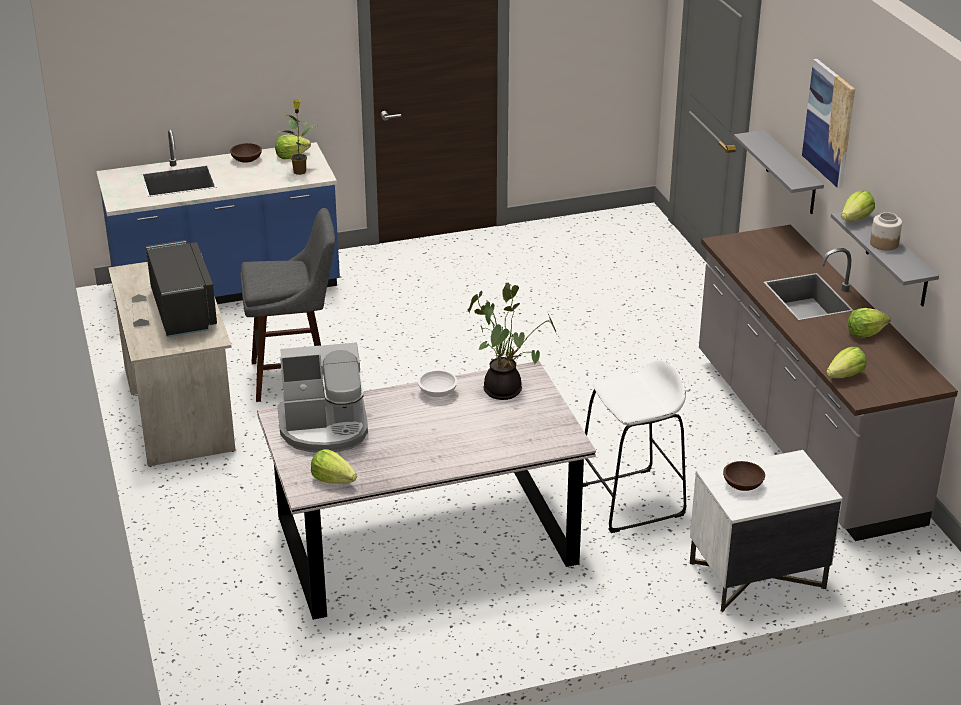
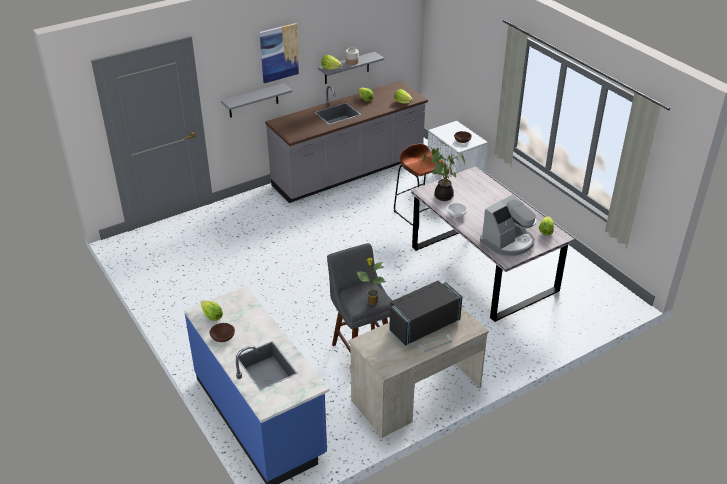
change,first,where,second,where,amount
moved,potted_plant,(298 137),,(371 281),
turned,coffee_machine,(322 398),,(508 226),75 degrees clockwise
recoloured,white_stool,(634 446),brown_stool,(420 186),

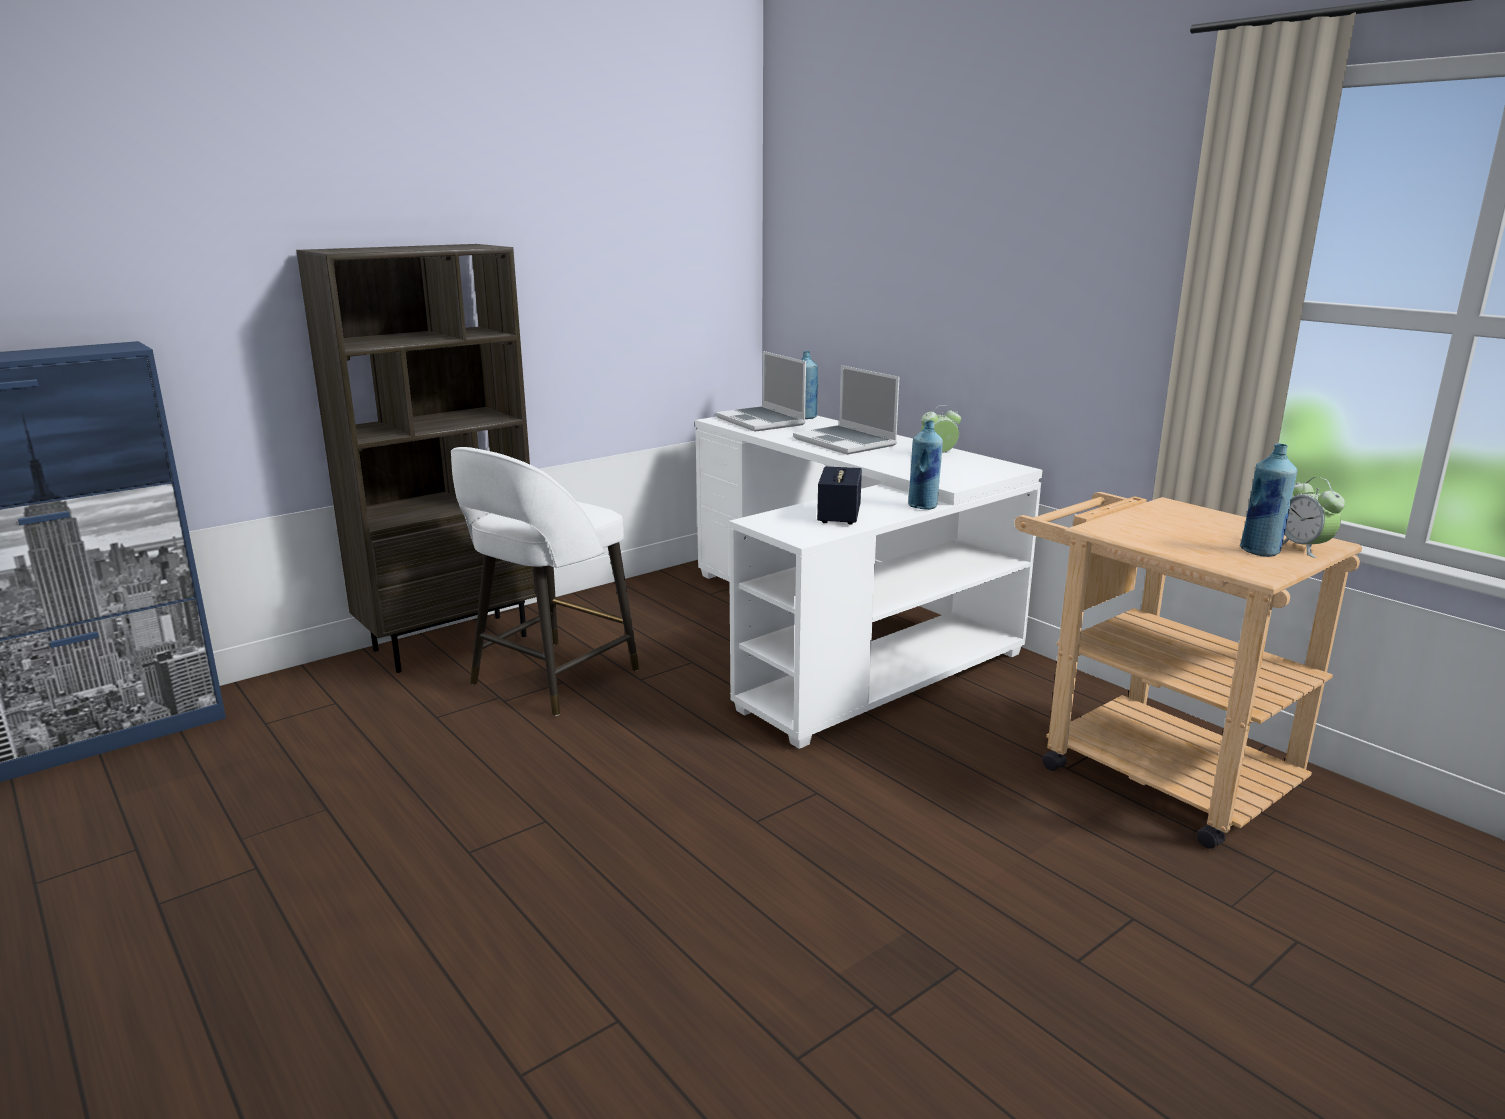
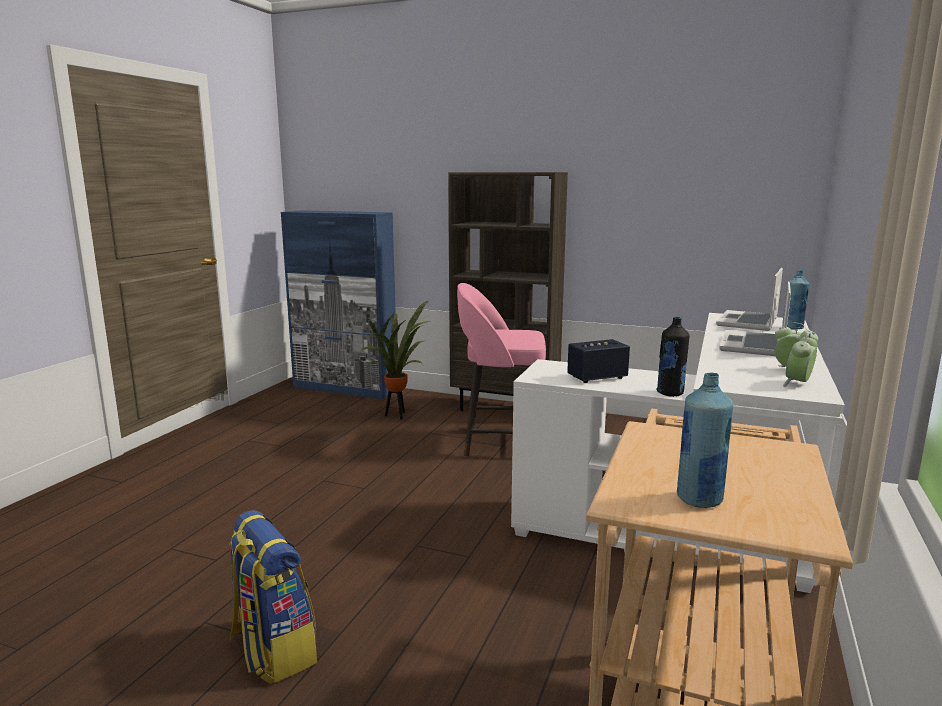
change,first,where,second,where,amount
recoloured,blue_bottle,(925 465),black_bottle,(673 357),
recoloured,white_stool,(545 581),pink_stool,(501 370),
moved,alarm_clock,(1313 517),,(800 360),
added,,,potted_plant,(394 360),
added,,,backpack,(273 597),

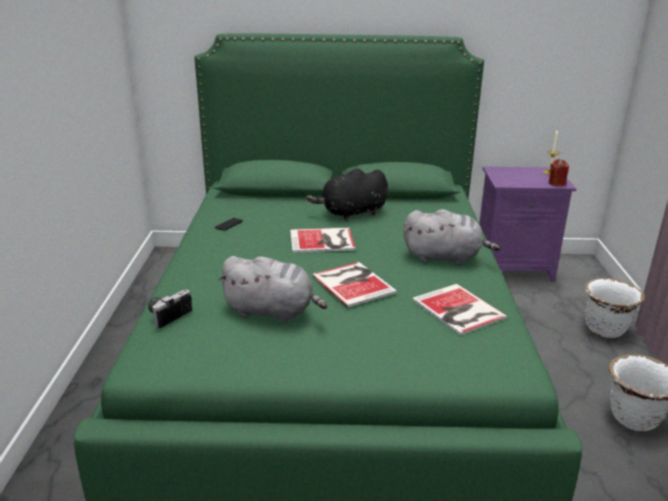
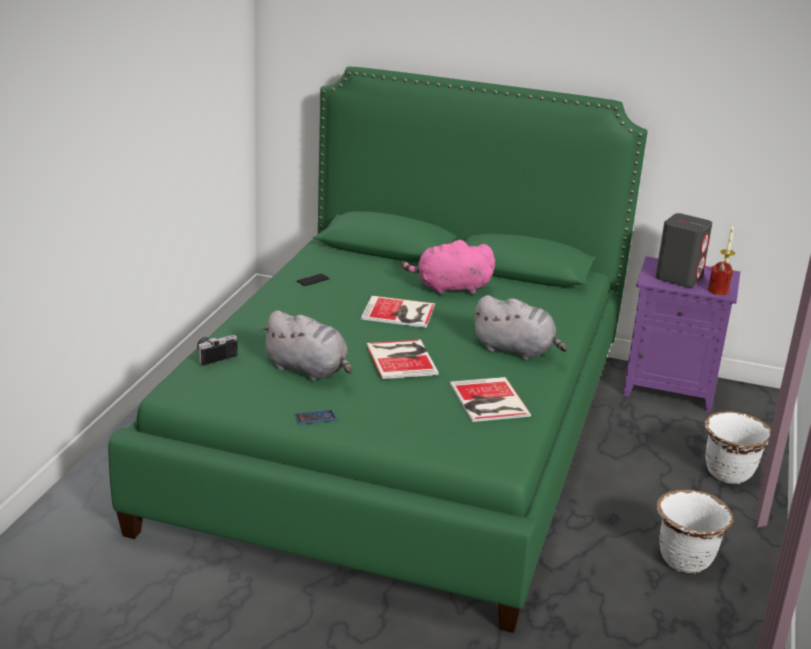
change,first,where,second,where,amount
recoloured,black_plush_toy,(347 194),pink_plush_toy,(448 267),
added,,,grey_speaker,(684 250),
added,,,phone,(316 417),

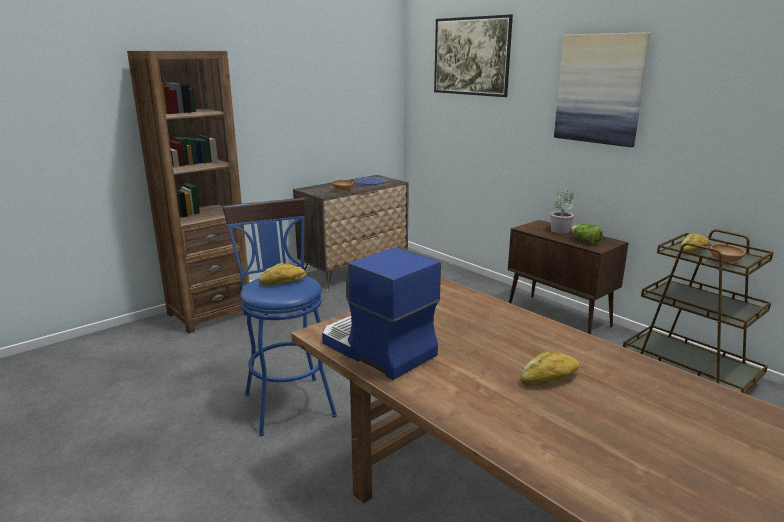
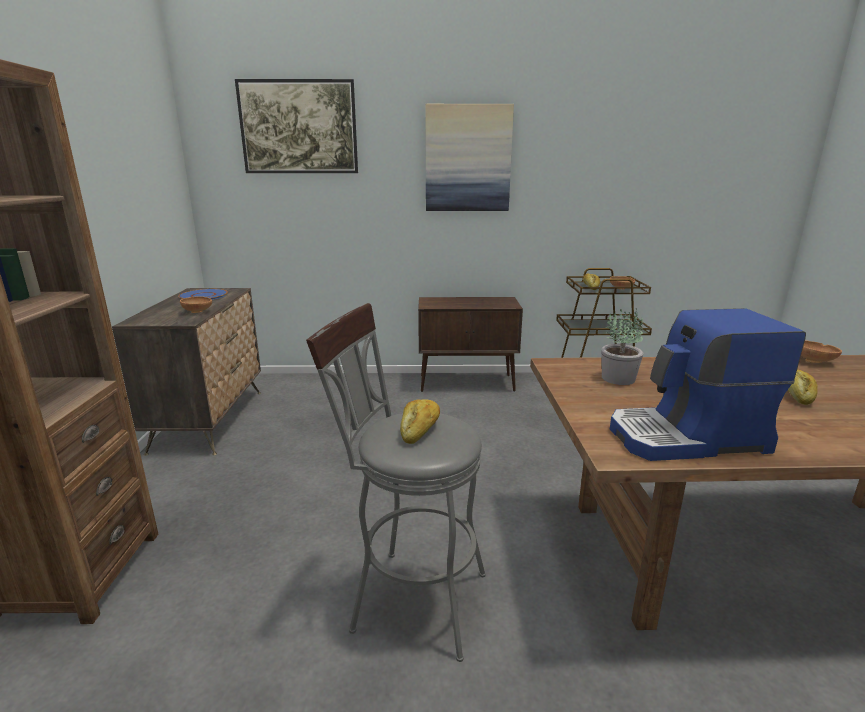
change,first,where,second,where,amount
moved,potted_plant,(562 212),,(622 346),
recoloured,blue_stool,(279 317),grey_stool,(396 482),
removed,lettuce,(587 234),,,
added,,,brown_bowl,(821 352),

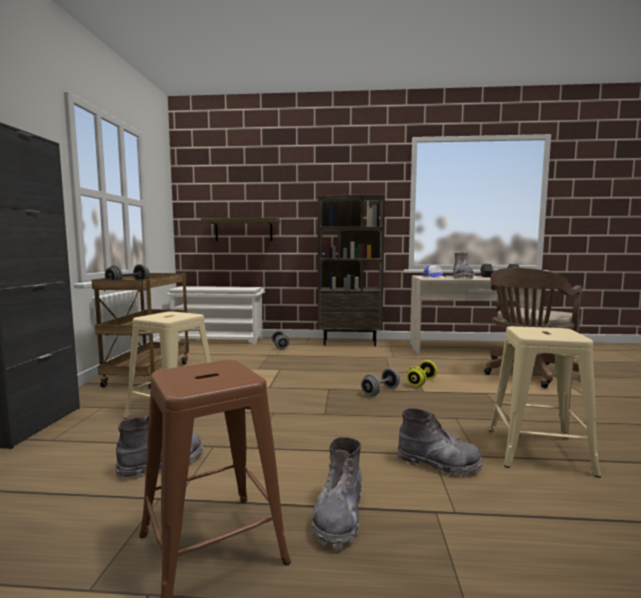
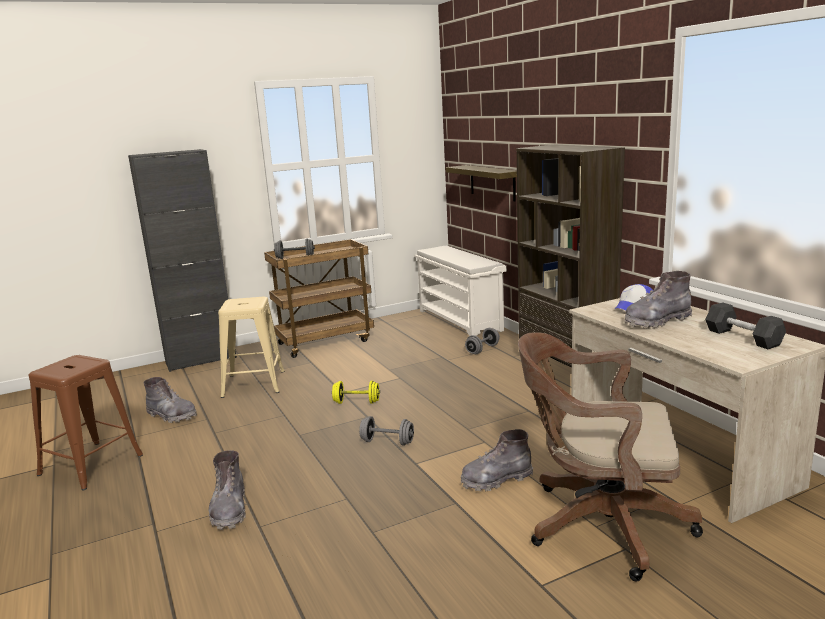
change,first,where,second,where,amount
removed,beige_stool,(544 402),,,
moved,yellow_dumbbell,(421 373),,(356 392),
moved,grey_boot,(336 493),,(497 460),

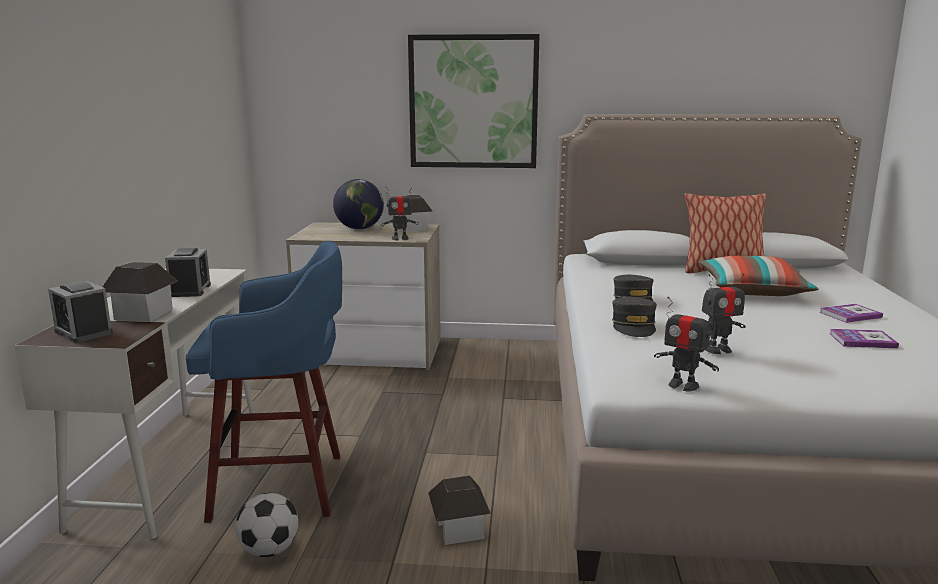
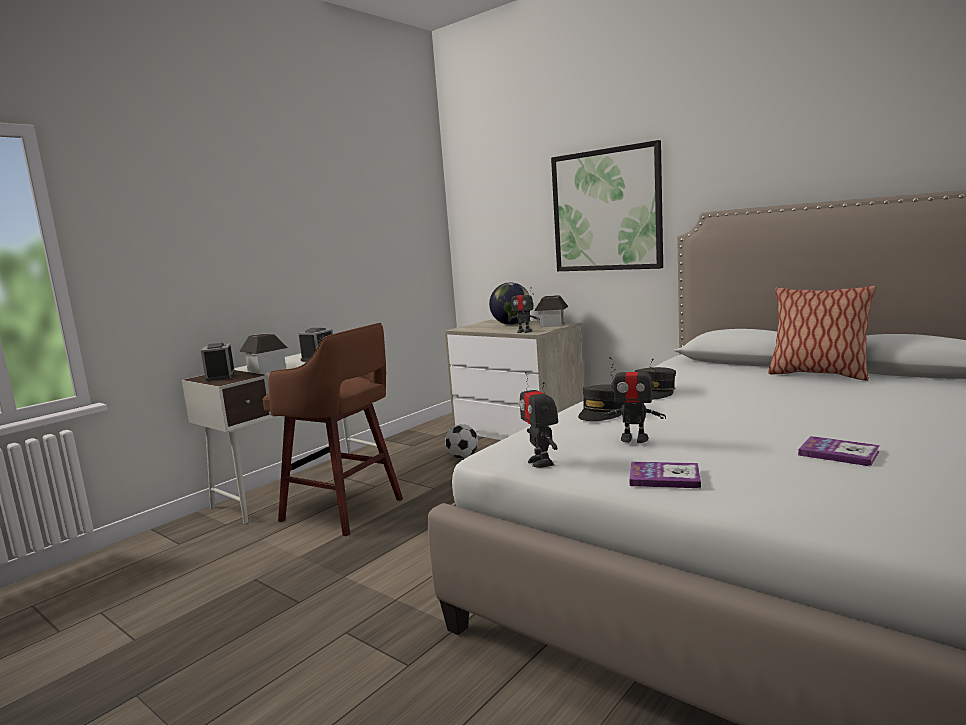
change,first,where,second,where,amount
recoloured,blue_stool,(264 382),brown_stool,(332 429),
removed,pillow,(759 276),,,
moved,book,(851 313),,(665 475),
removed,toy_house,(459 510),,,
moved,football,(267 525),,(461 441),

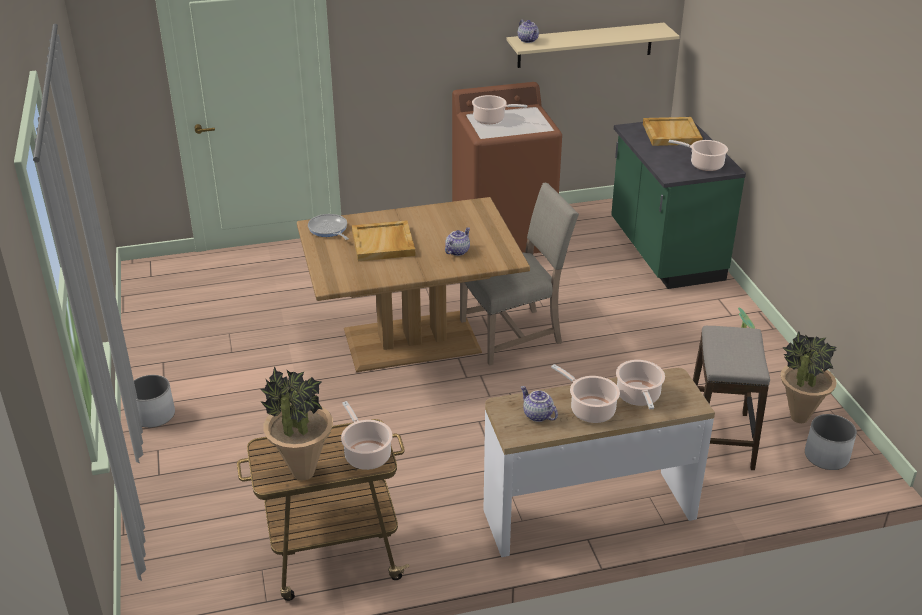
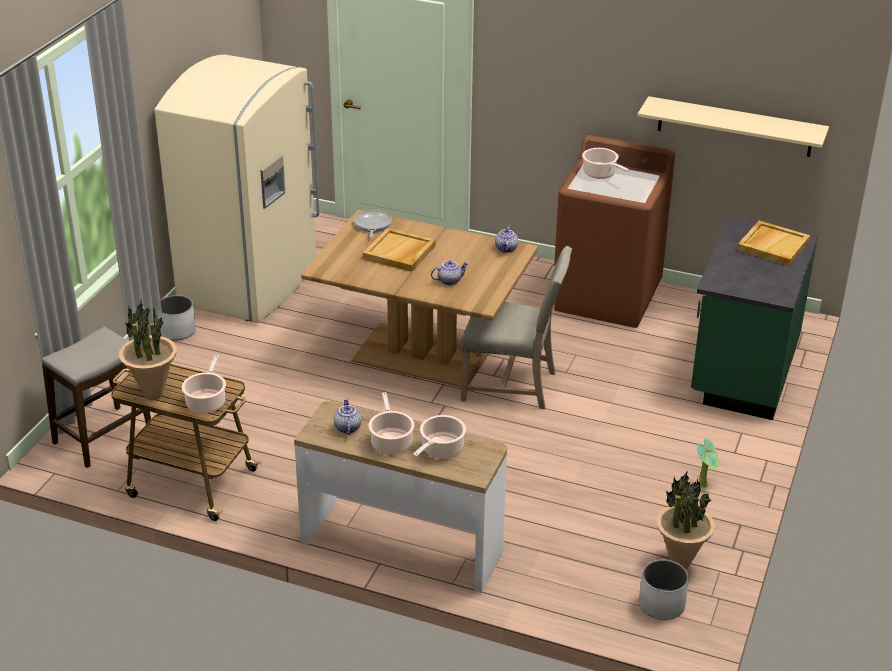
change,first,where,second,where,amount
moved,teapot,(528 31),,(506 239),
removed,cooking_pot,(698 155),,,
moved,stool,(731 398),,(96 397),
added,,,beige_fridge,(237 188),

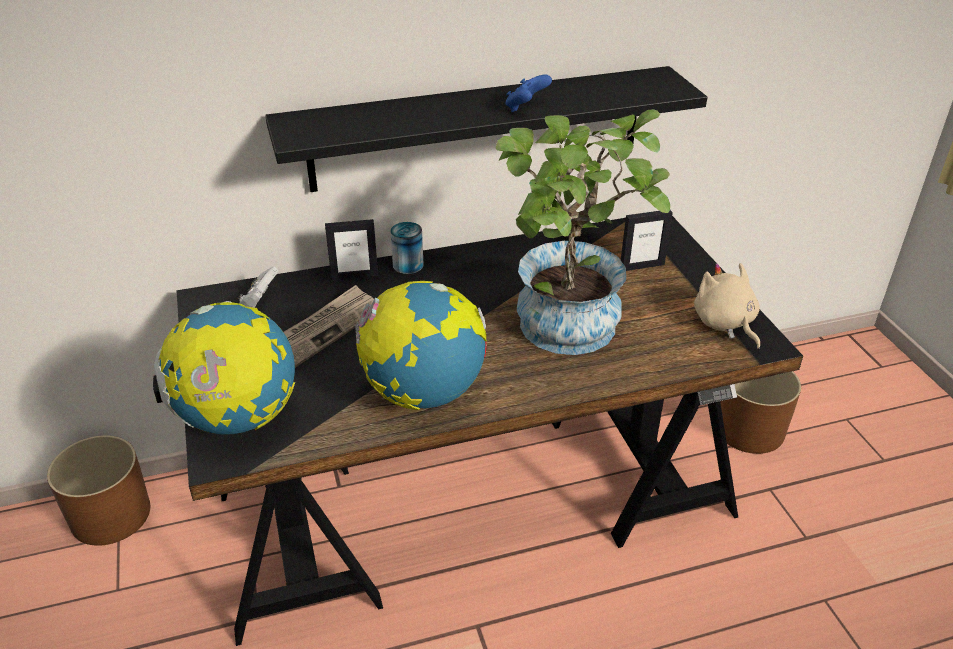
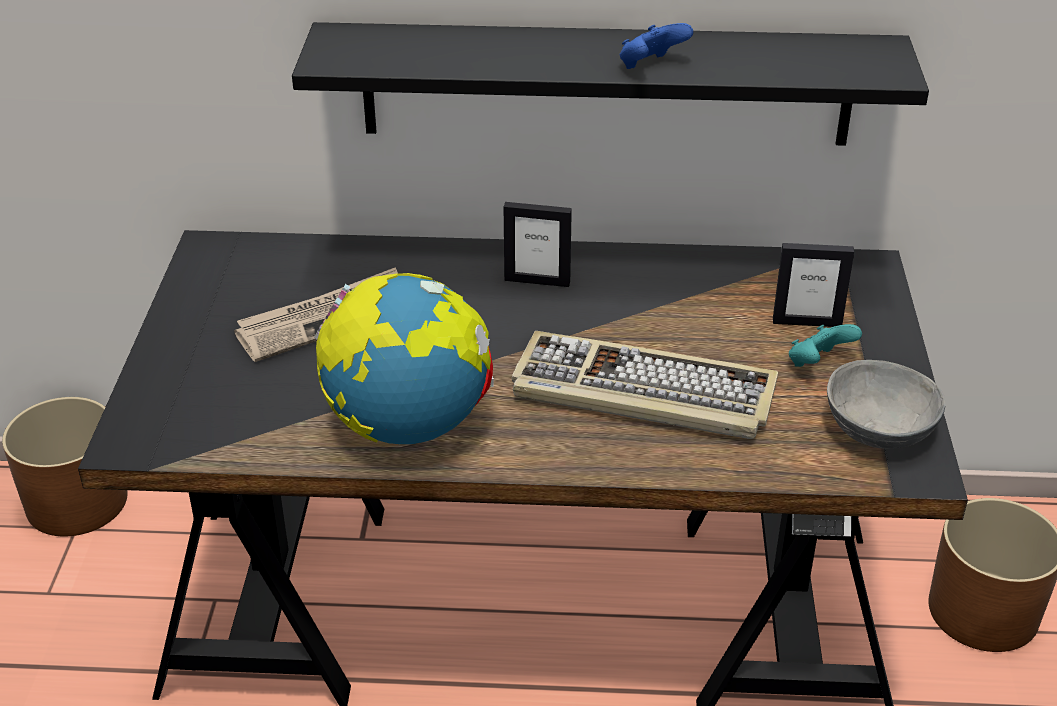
change,first,where,second,where,amount
replaced,potted_plant,(583 232),keyboard,(644 385),
moved,picture_frame,(351 249),,(538 244),
removed,can,(407 248),,,
replaced,beige_plush_toy,(727 306),grey_bowl,(886 404),
removed,white_game_controller,(258 287),,,
removed,globe,(224 367),,,
added,,,turquoise_game_controller,(825 345),

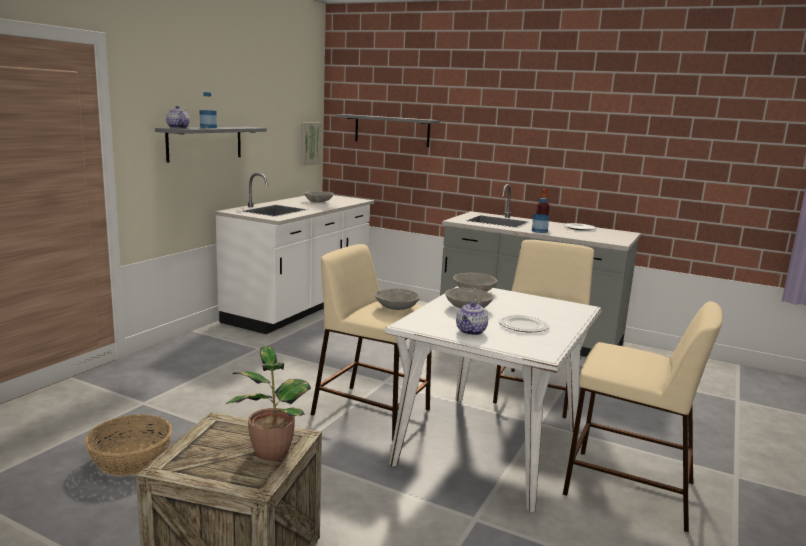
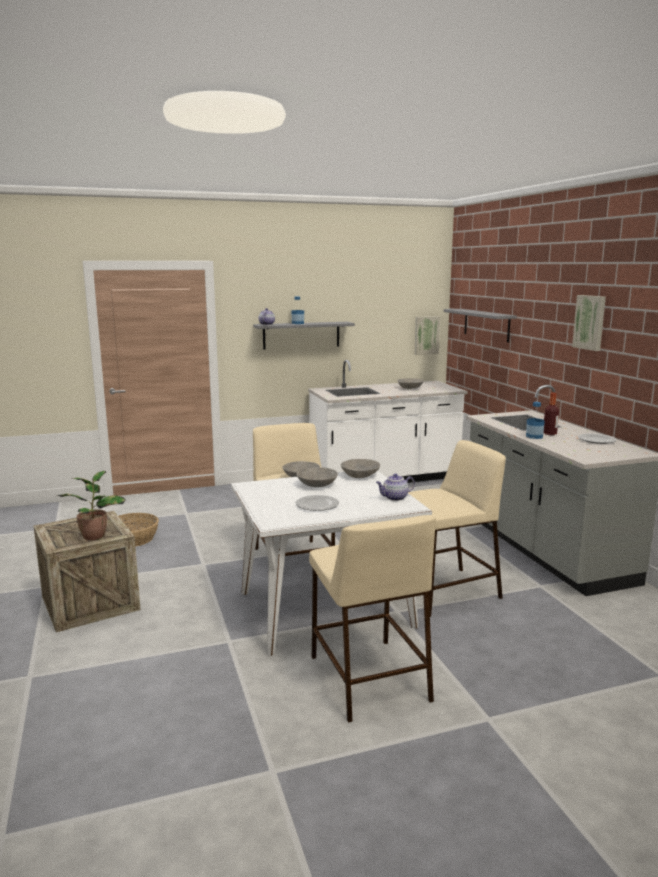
change,first,where,second,where,amount
moved,teapot,(472 318),,(395 487),
added,,,picture,(589 323),

